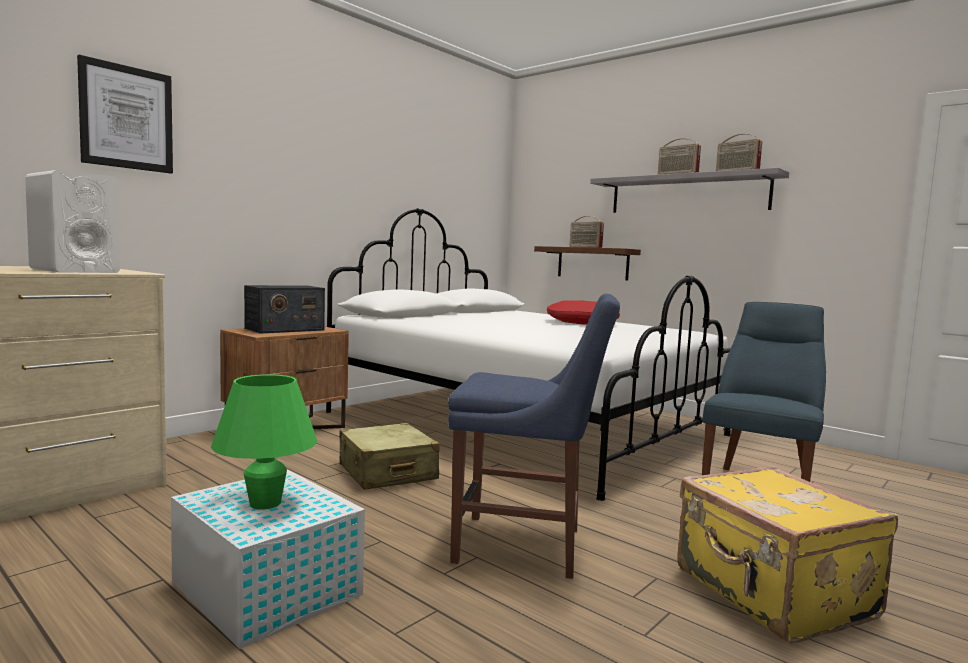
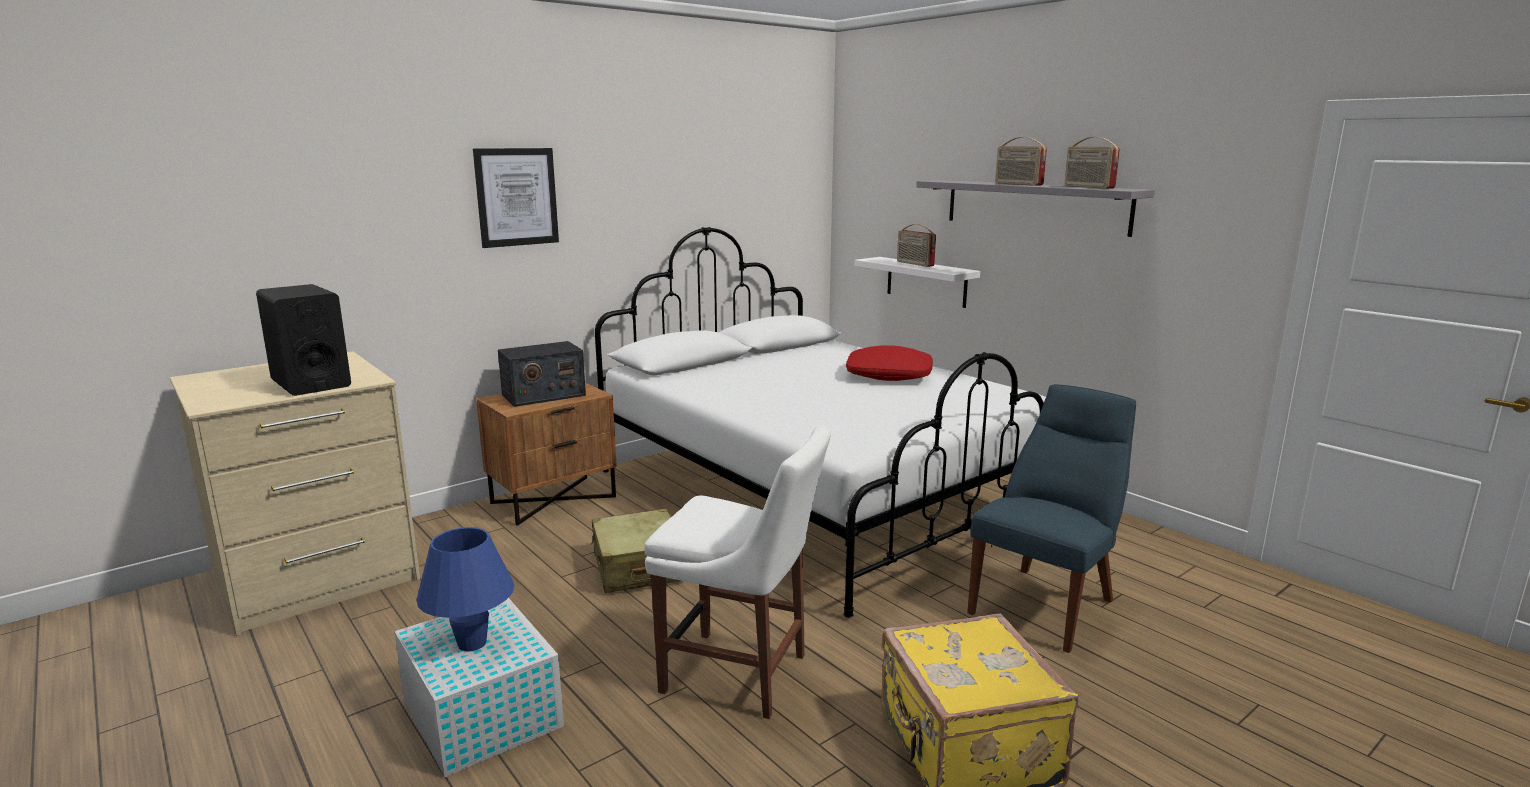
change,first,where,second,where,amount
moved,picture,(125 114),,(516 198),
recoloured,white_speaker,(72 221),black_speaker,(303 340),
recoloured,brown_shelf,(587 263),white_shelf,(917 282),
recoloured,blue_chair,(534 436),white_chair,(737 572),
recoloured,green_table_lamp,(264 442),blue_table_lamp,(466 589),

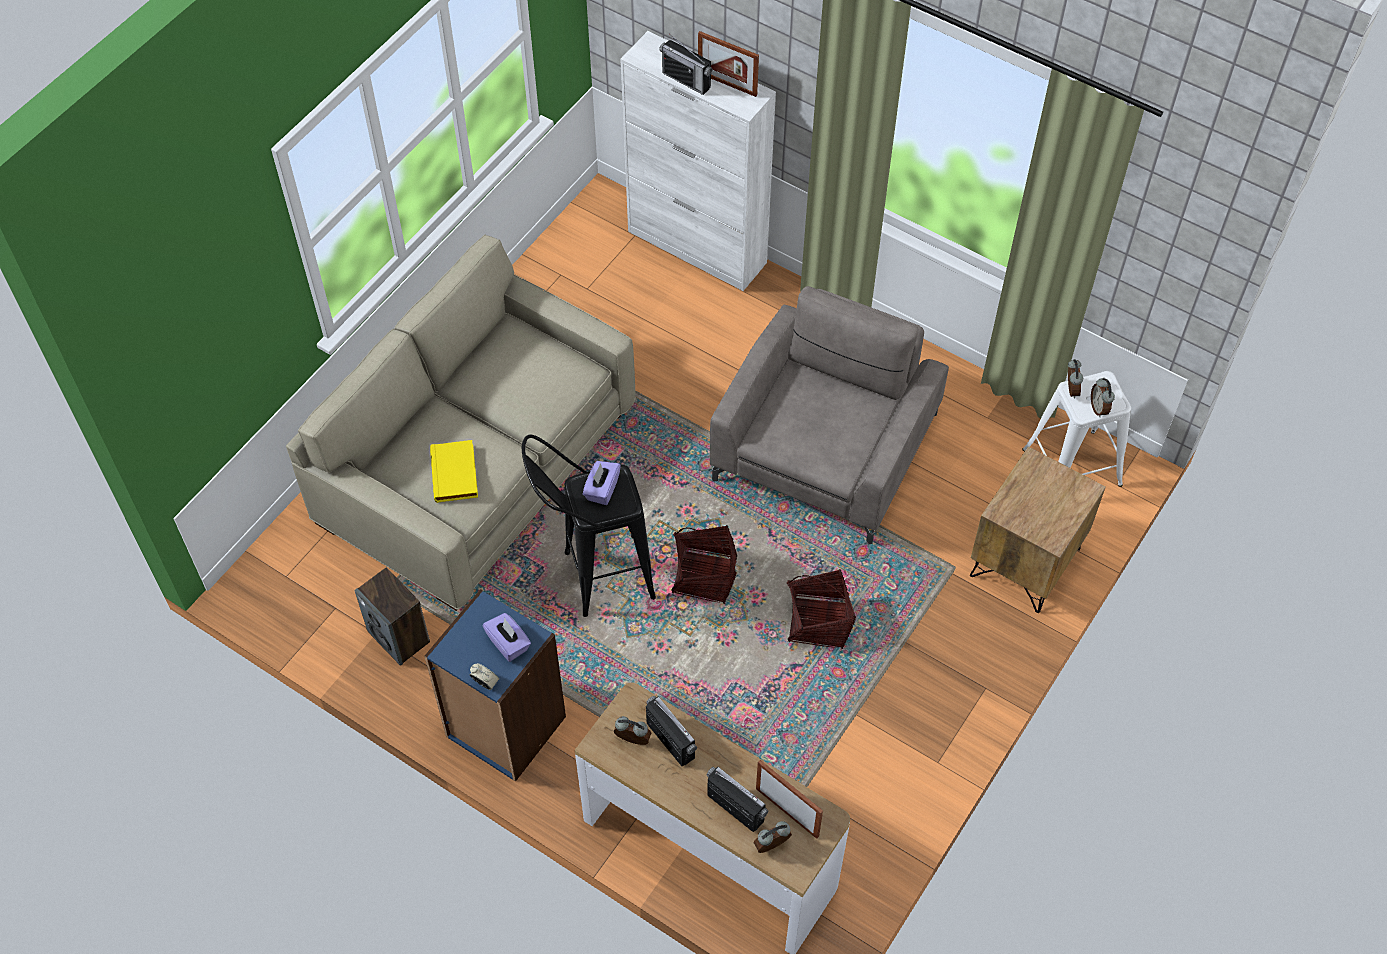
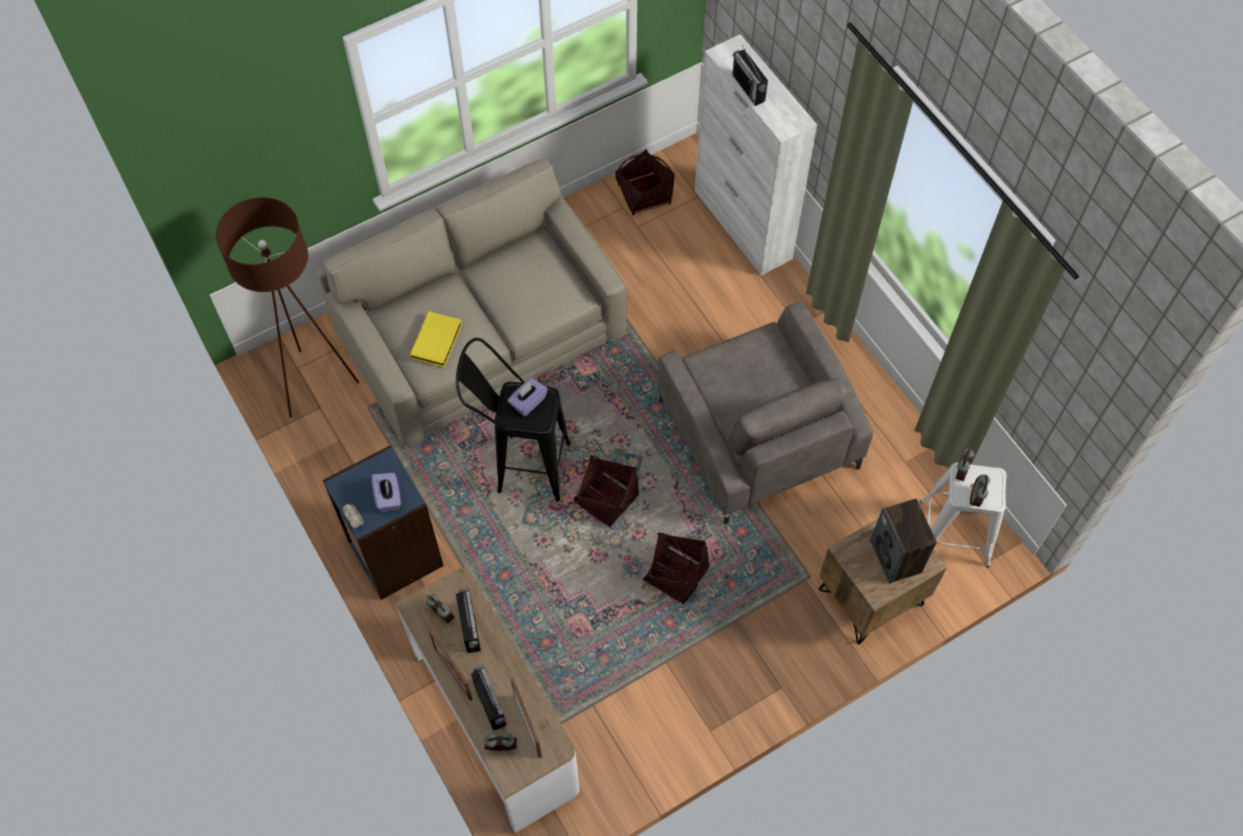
change,first,where,second,where,amount
moved,picture_frame,(728 64),,(450 664),
turned,grey_armchair,(829 415),,(765 412),105 degrees clockwise
moved,speaker,(392 617),,(903 541),
added,,,basket,(644 182),
added,,,brown_floor_lamp,(287 307),

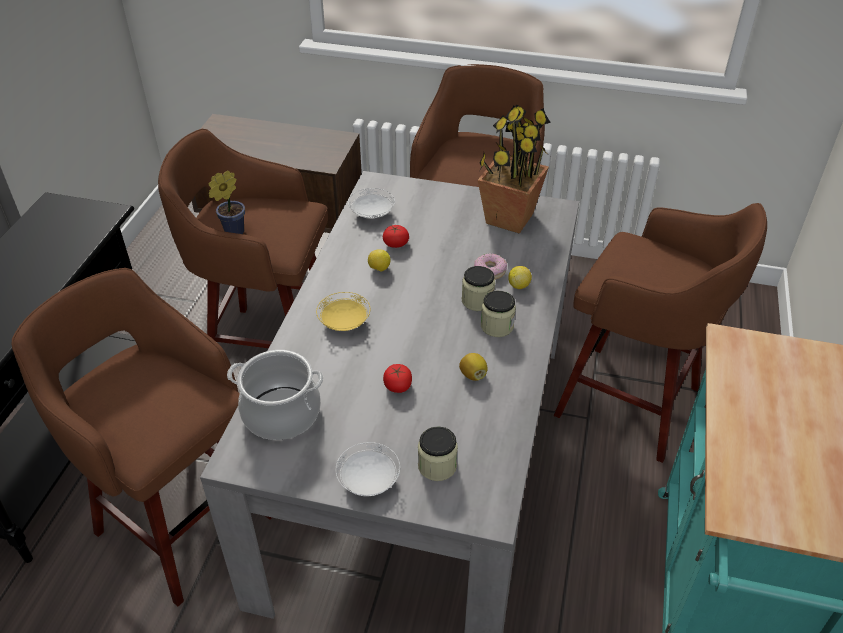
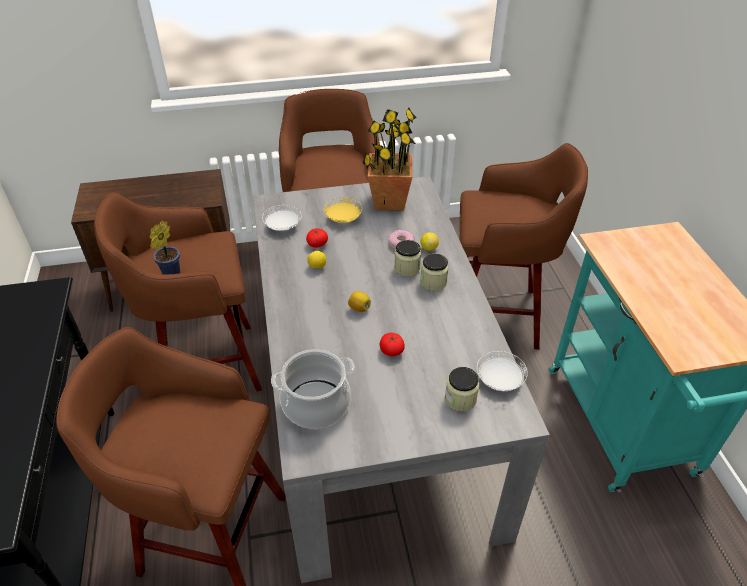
change,first,where,second,where,amount
moved,yellow_plate,(343 311),,(343 210),
moved,lemon,(473 367),,(359 301),
moved,white_plate,(367 469),,(502 371),

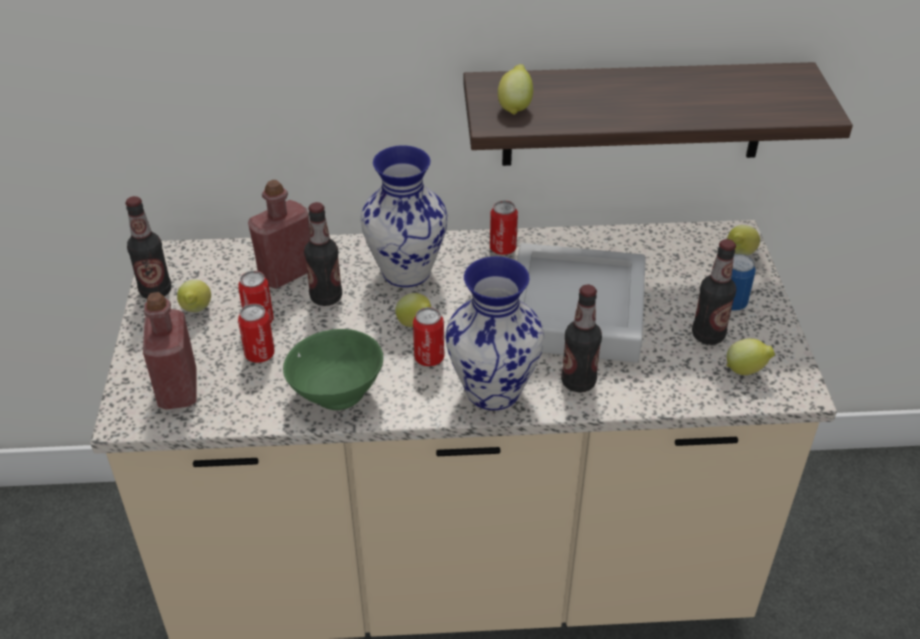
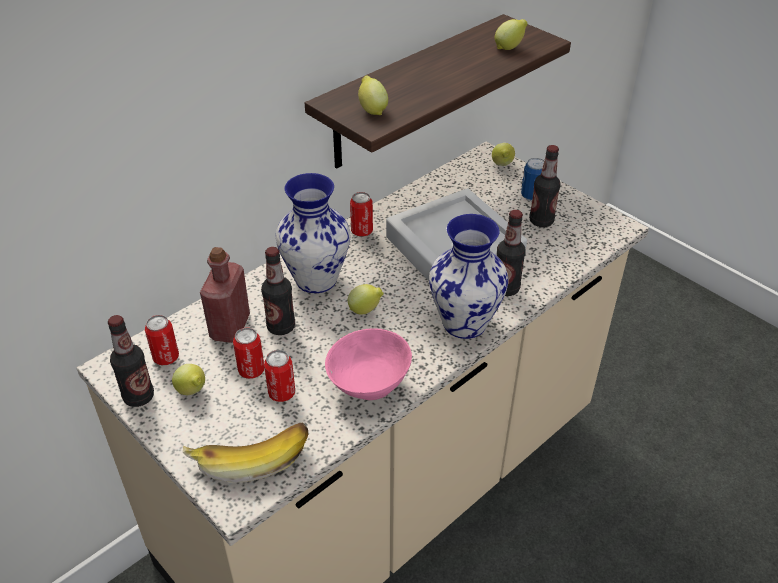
change,first,where,second,where,amount
replaced,red_bottle,(170 350),banana,(245 453),
moved,can,(428 337),,(162 340),
recoloured,green_bowl,(333 369),pink_bowl,(368 364),
moved,lemon,(750 357),,(511 34),

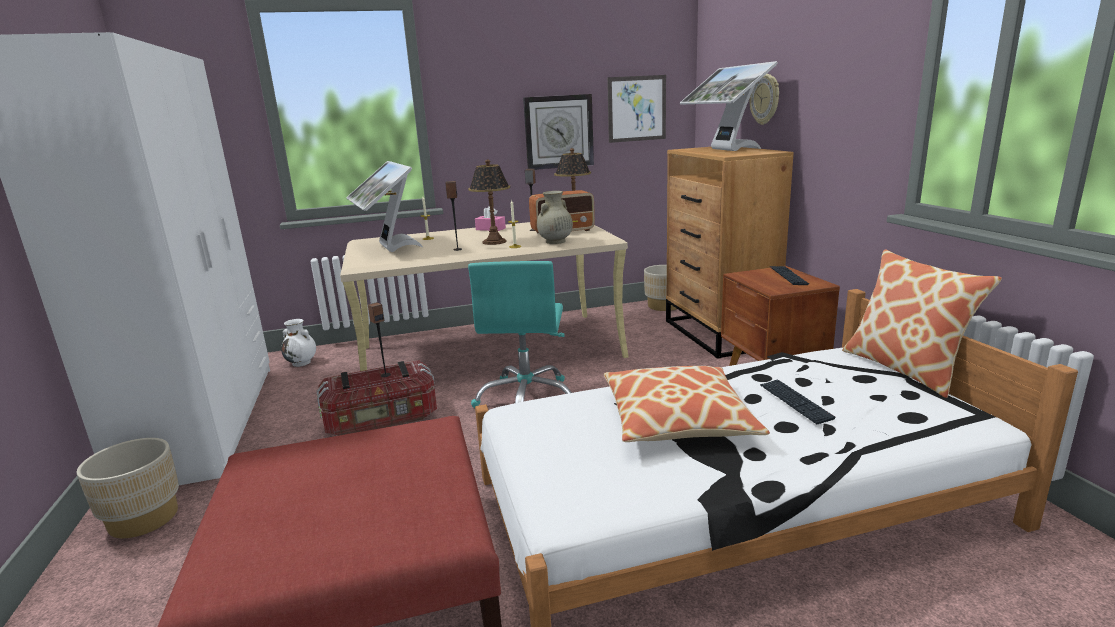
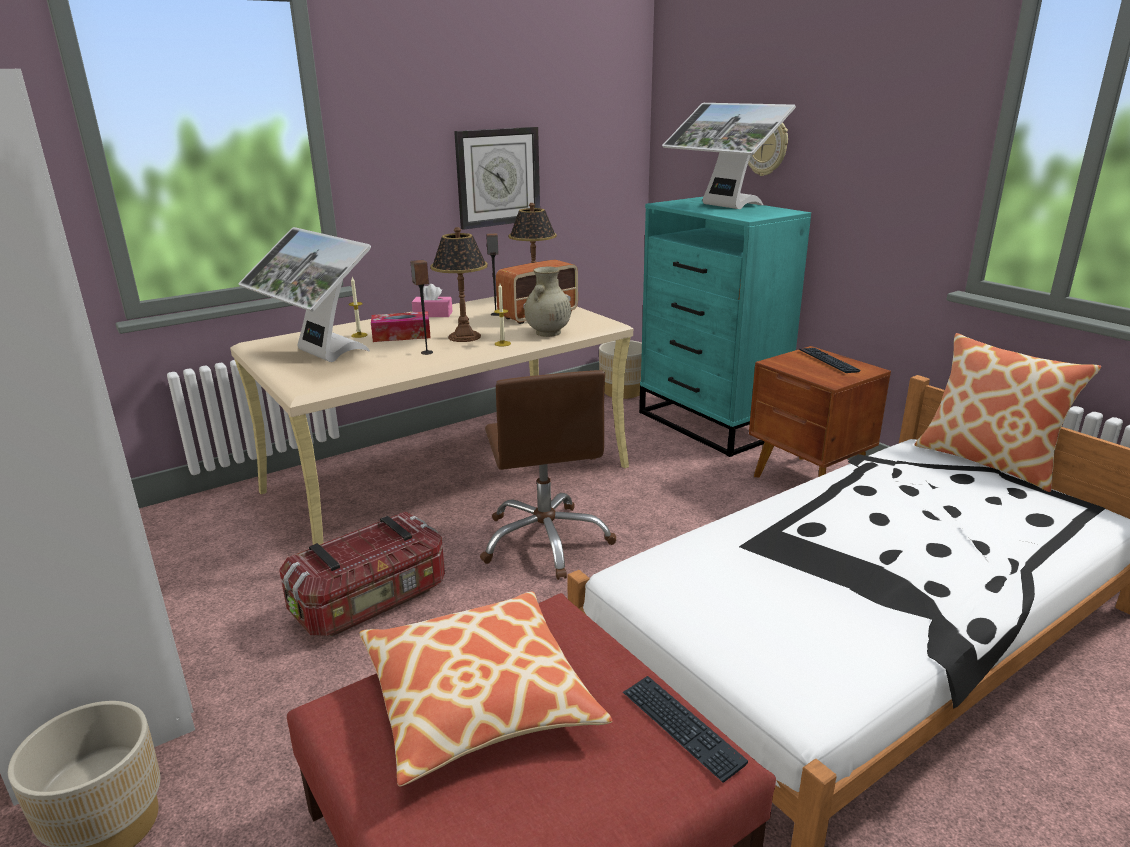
change,first,where,second,where,amount
removed,picture,(636 109),,,
recoloured,brown_dresser,(730 253),turquoise_dresser,(725 327),
recoloured,turquoise_office_chair,(520 334),brown_office_chair,(548 475),
removed,speaker,(379 339),,,
removed,white_vase,(298 343),,,
moved,pillow,(687 404),,(486 689),
moved,keyboard,(797 401),,(685 729),
added,,,tissue_box,(401 326),

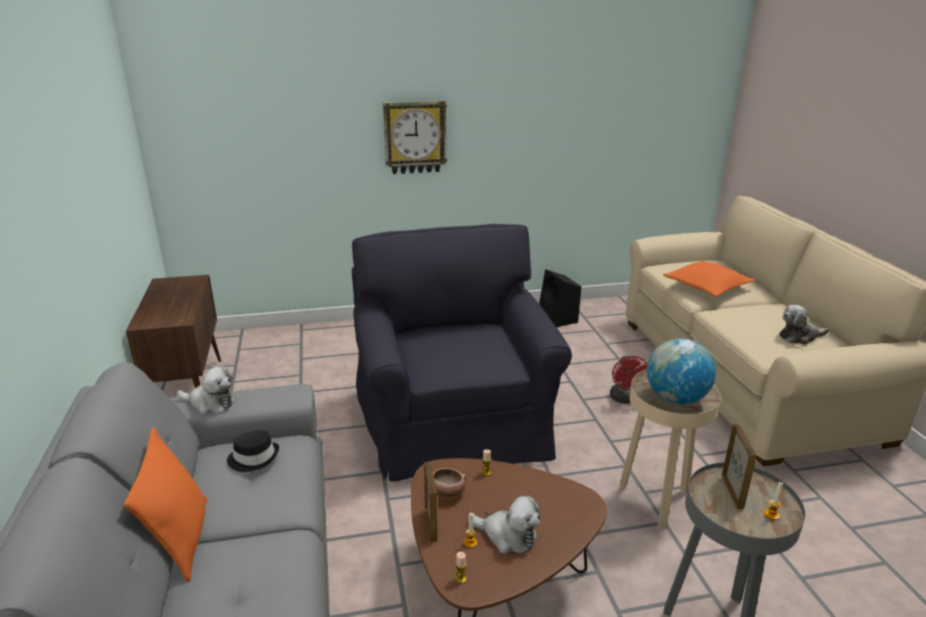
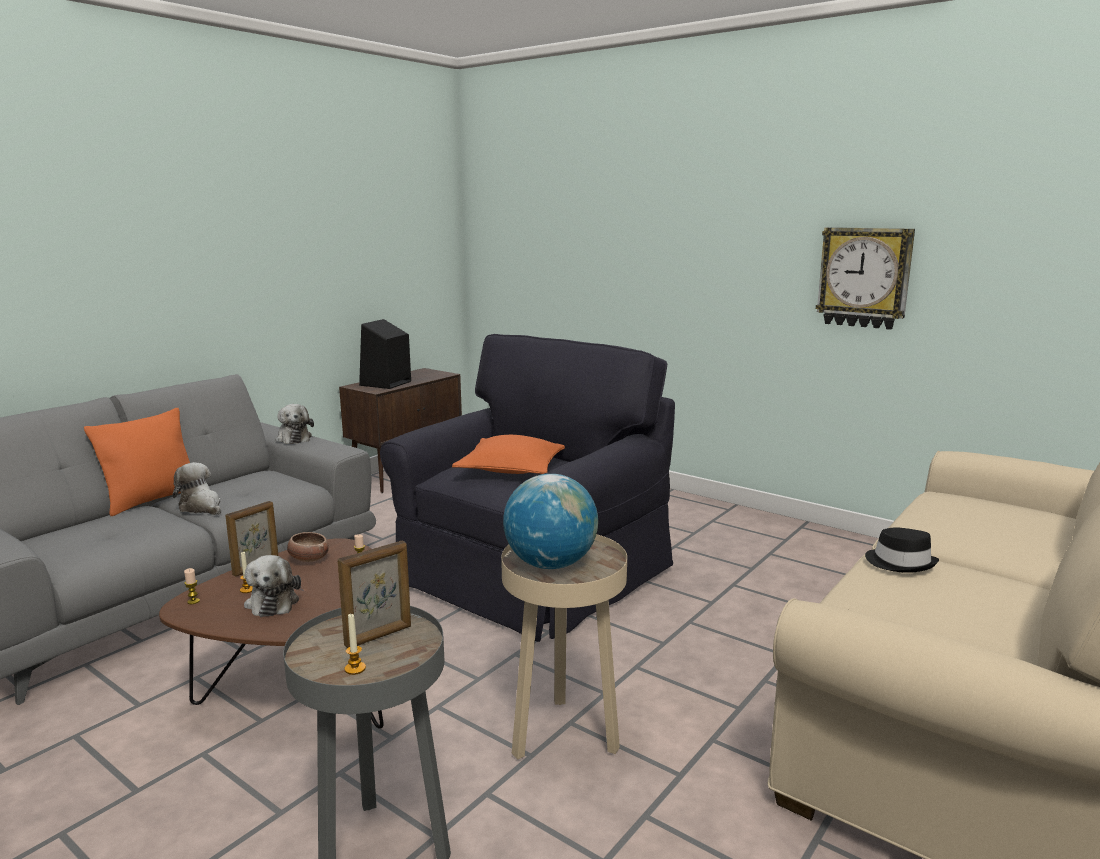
change,first,where,second,where,amount
moved,wall_clock,(415 137),,(865 278),
moved,orange_pillow,(709 278),,(508 454),
moved,black_speaker,(560 298),,(385 354),
moved,plush_toy,(804 324),,(197 488),
removed,red_fan,(629 379),,,
moved,black_hat,(253 451),,(902 550),

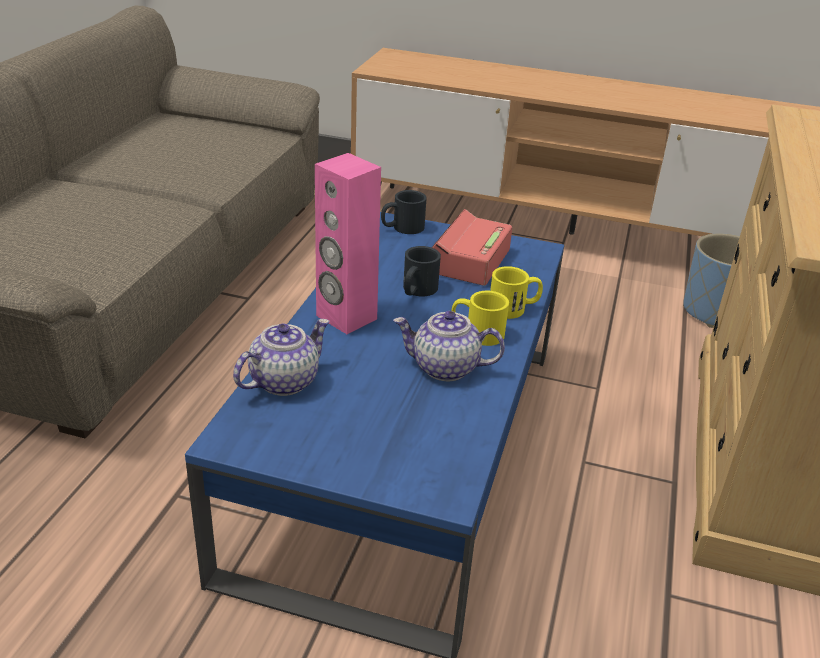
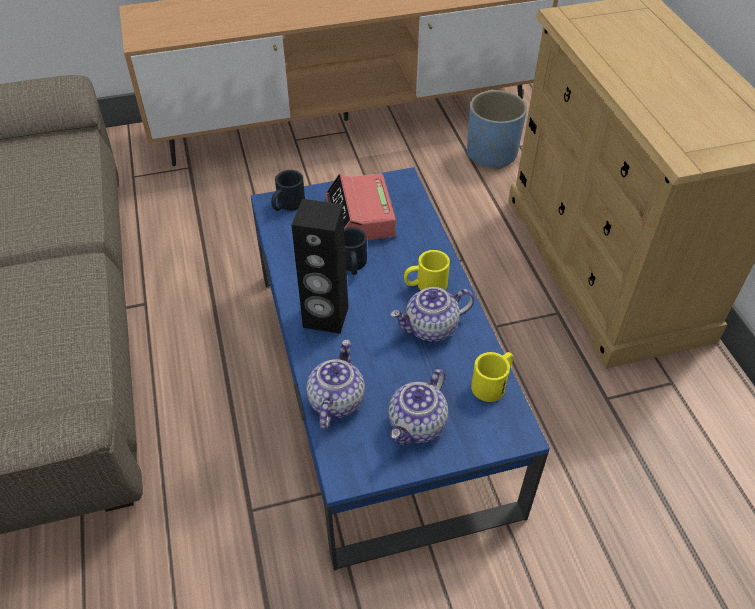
change,first,where,second,where,amount
recoloured,pink_speaker,(348 243),black_speaker,(319 266),
moved,yellow_mug,(516 292),,(492 377),
added,,,teapot,(418 407),

